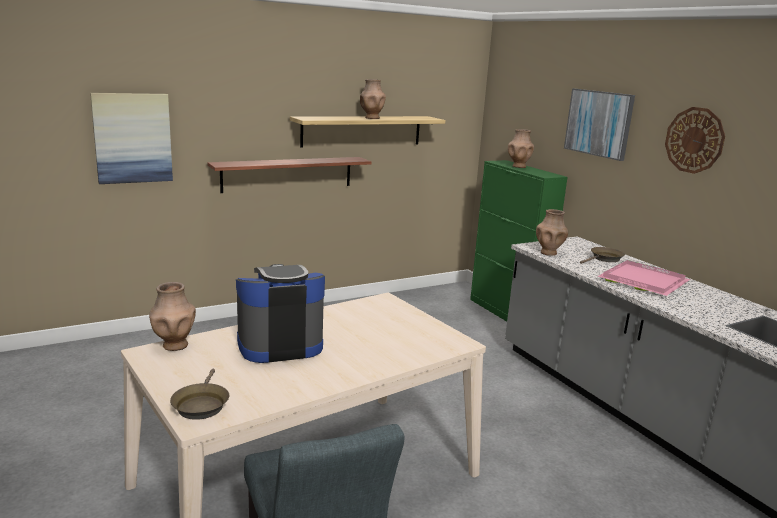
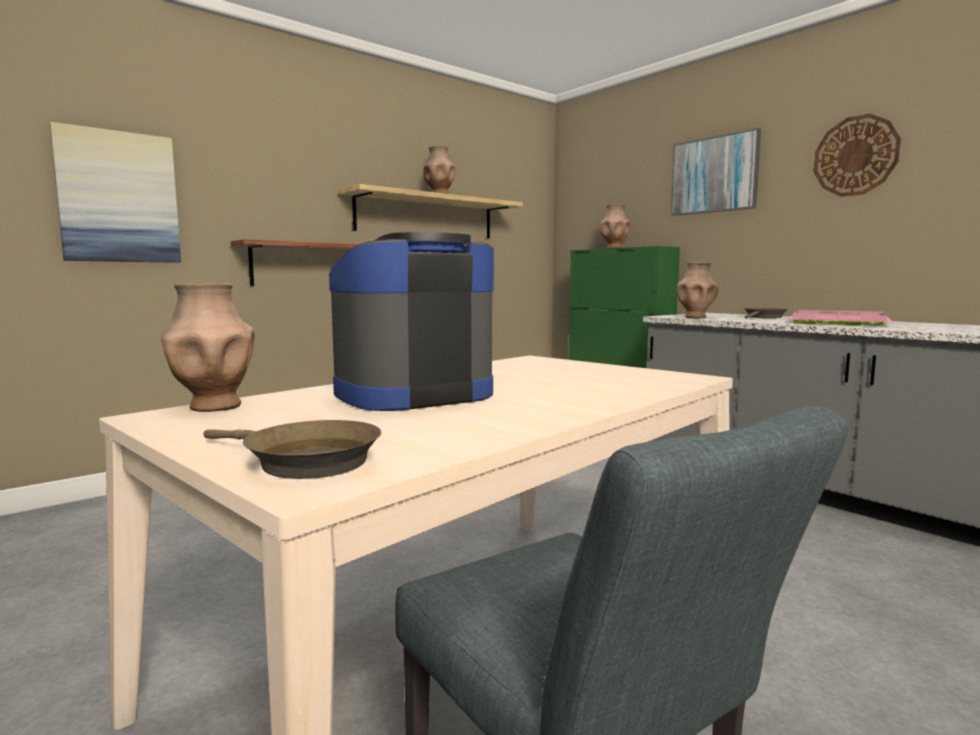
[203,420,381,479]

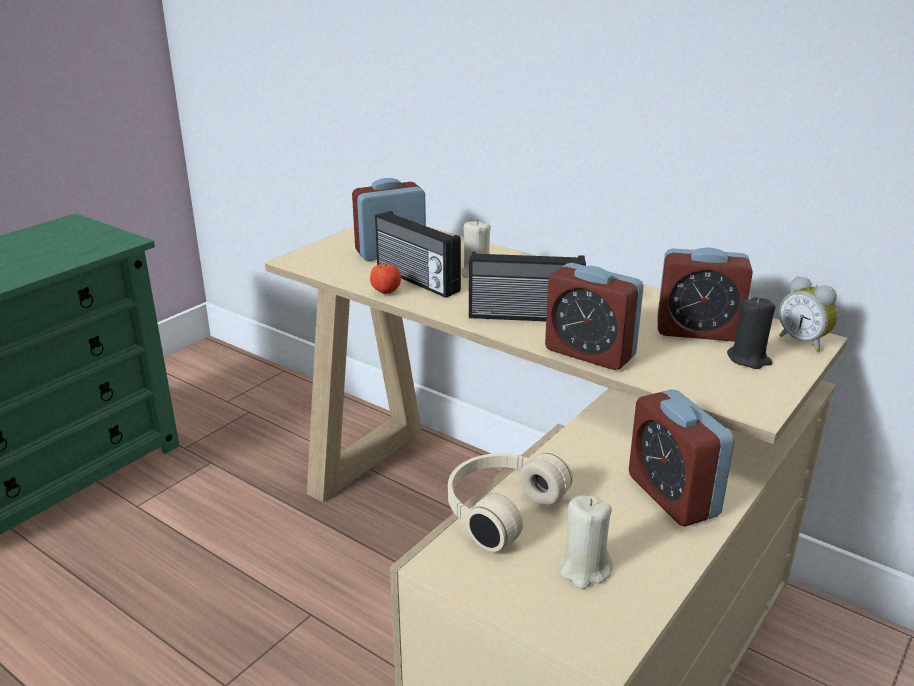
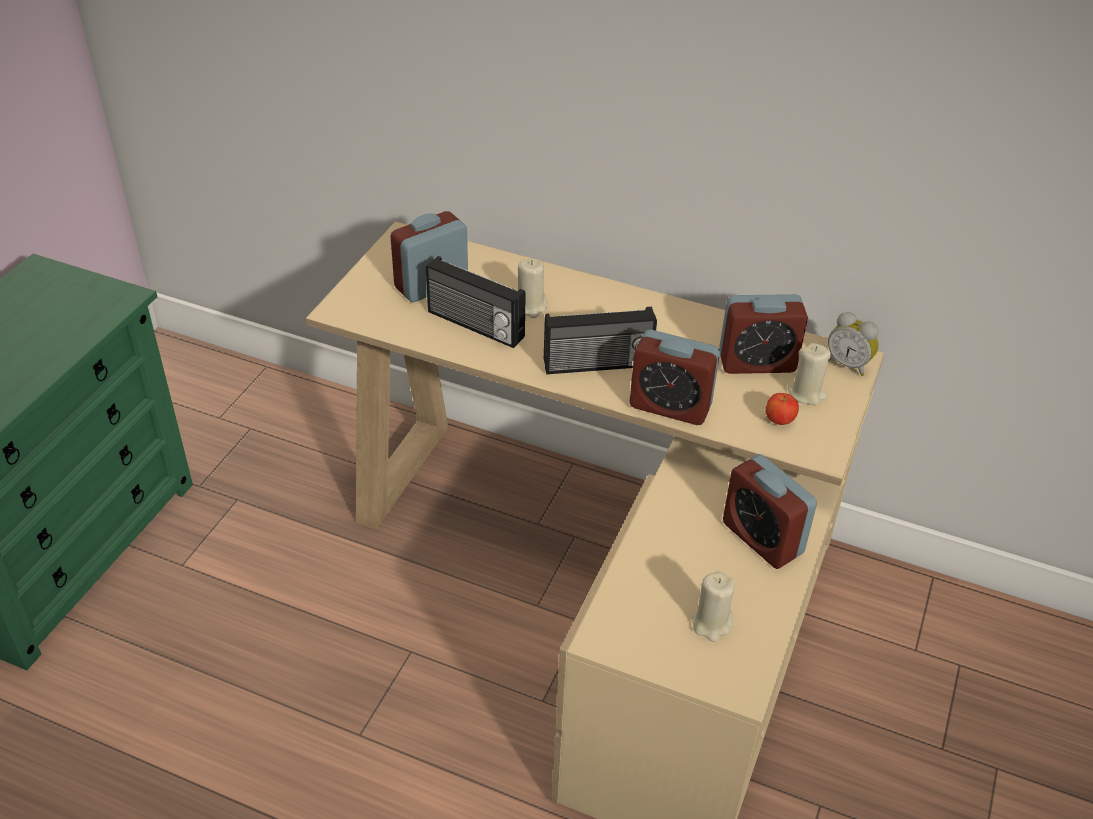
[766,393,799,425]
[788,343,831,405]
[448,452,573,552] (first image)

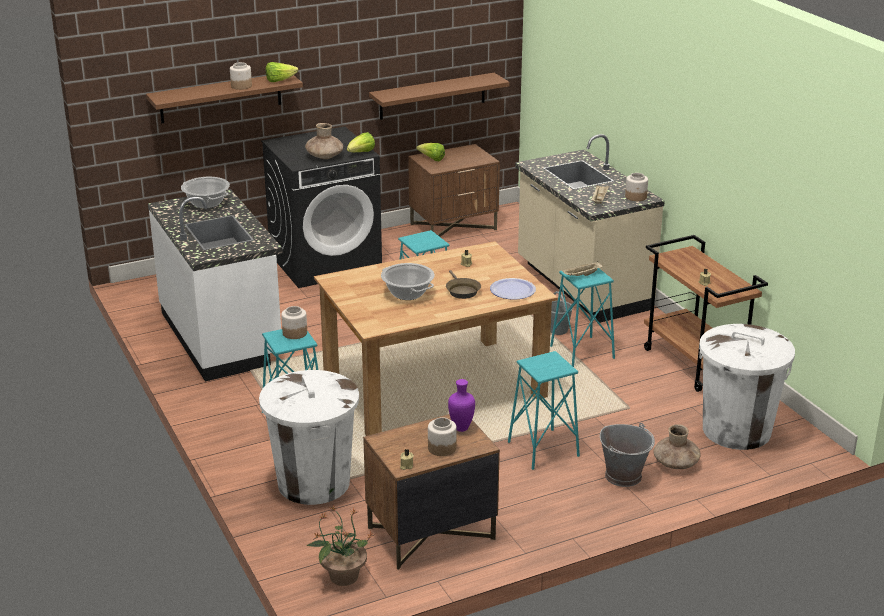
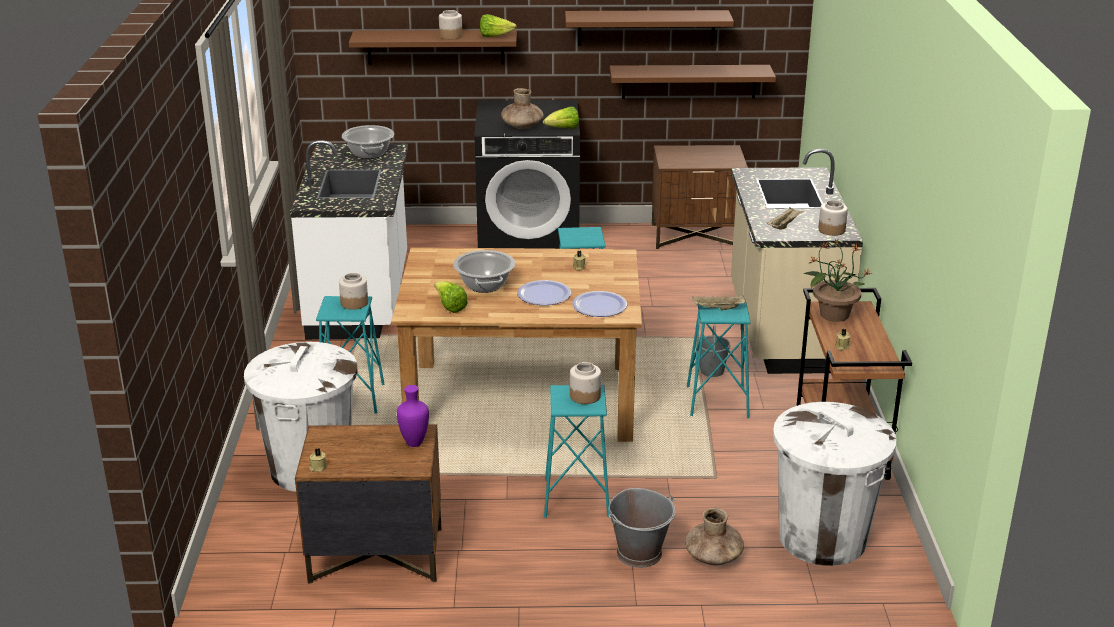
[434,281,468,313]
[517,280,571,305]
[565,10,734,46]
[570,362,601,404]
[804,239,872,322]

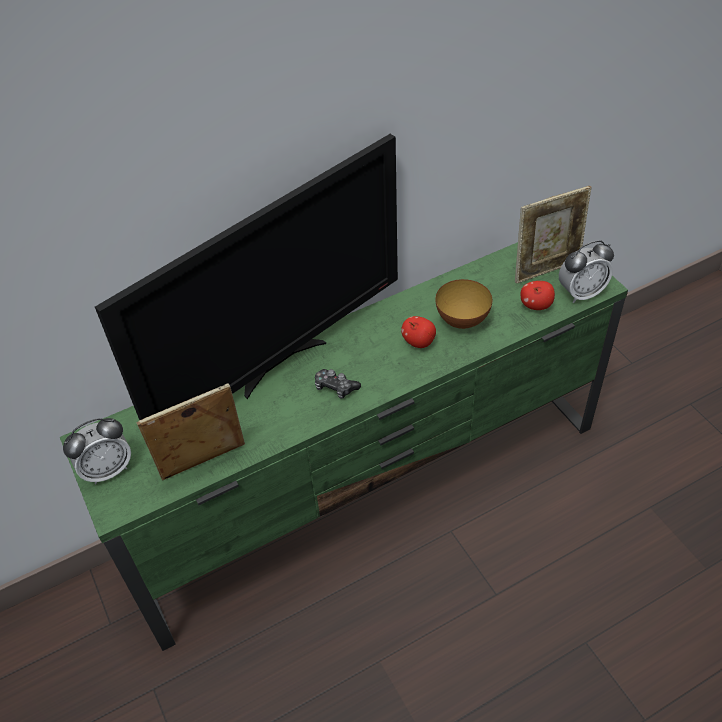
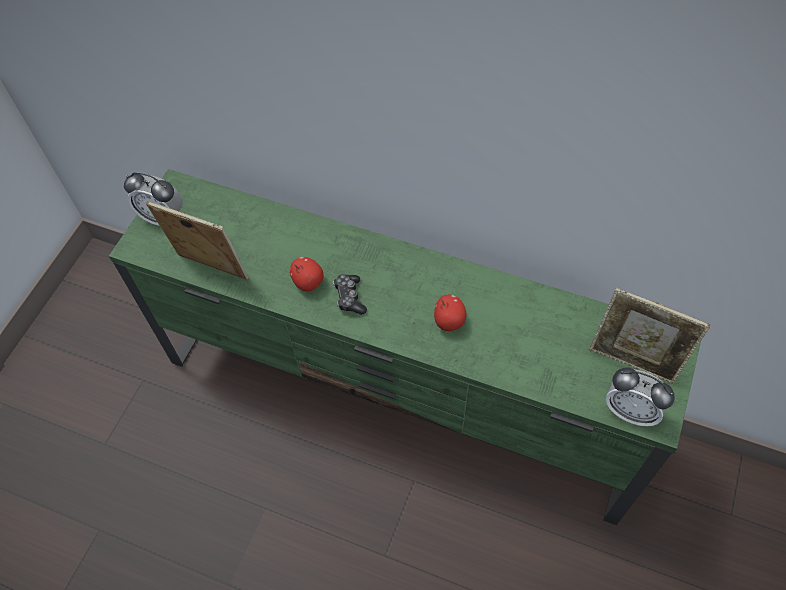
[290,257,324,291]
[95,134,398,420] (first image)
[436,279,492,329] (first image)

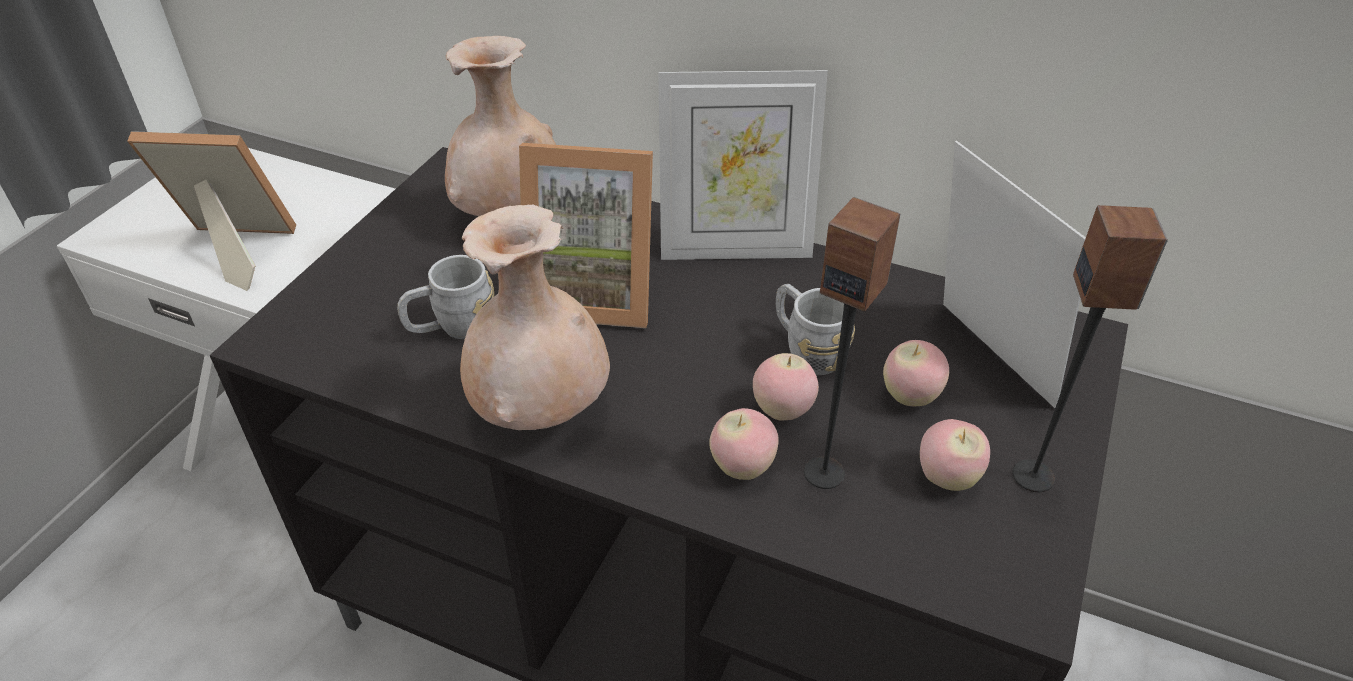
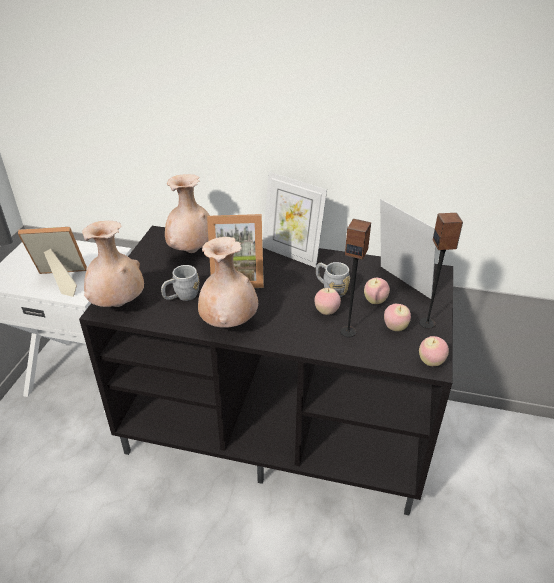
[82,221,144,307]
[263,172,327,268]
[419,336,449,366]

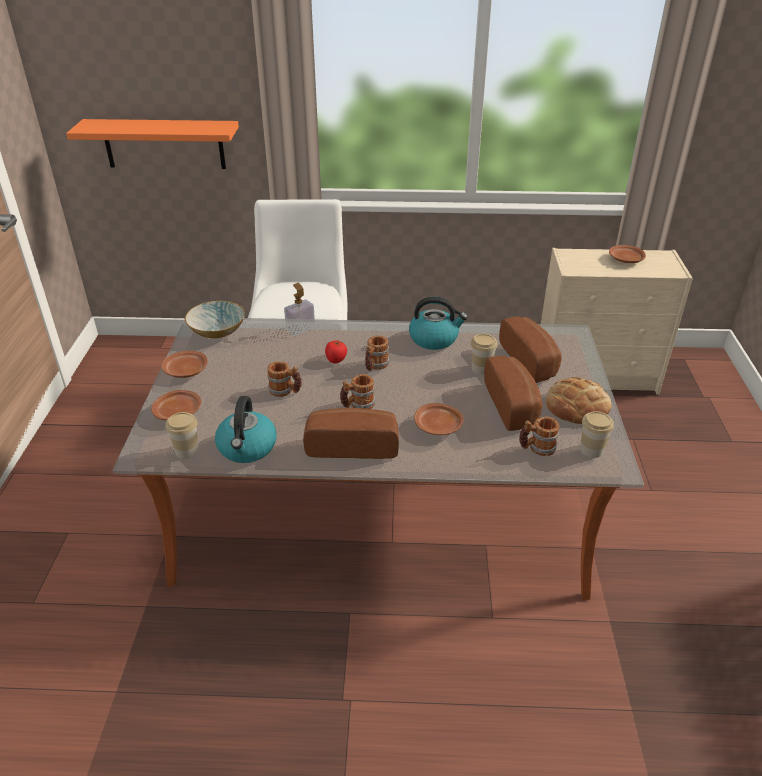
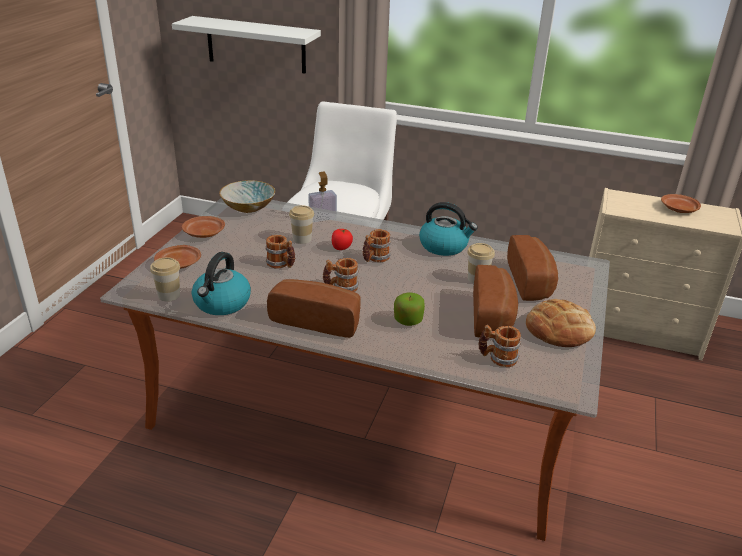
[172,16,321,74]
[289,205,314,244]
[394,293,425,326]

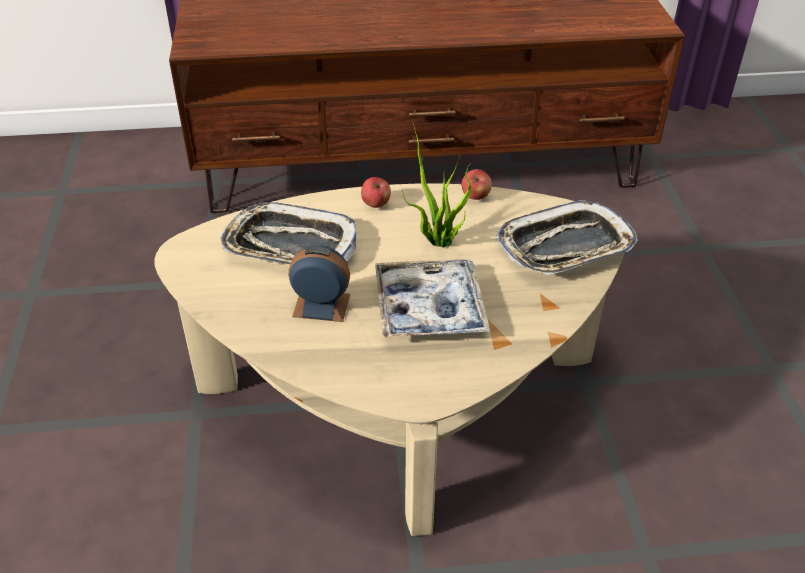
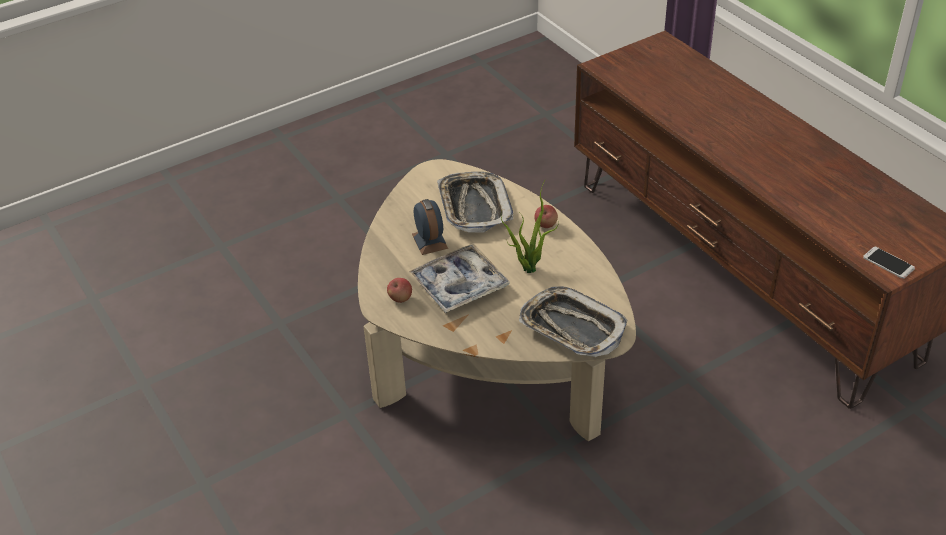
[387,278,412,303]
[863,247,915,279]

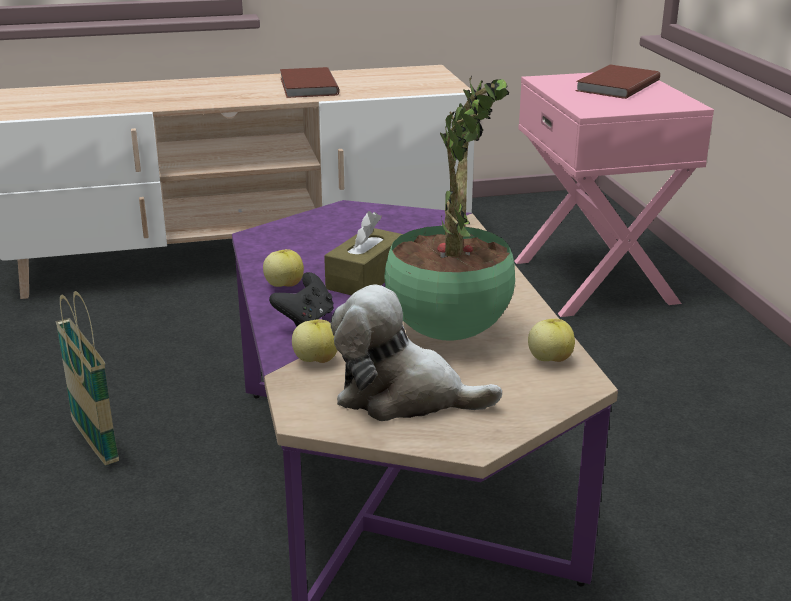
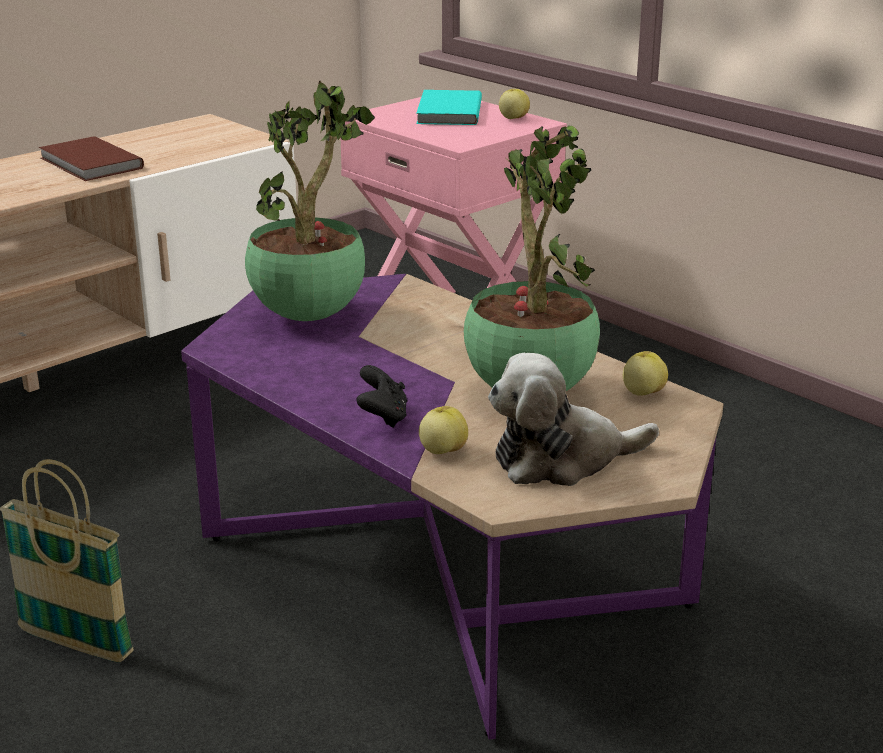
[245,81,375,321]
[416,90,482,125]
[499,89,530,119]
[324,211,403,295] (first image)

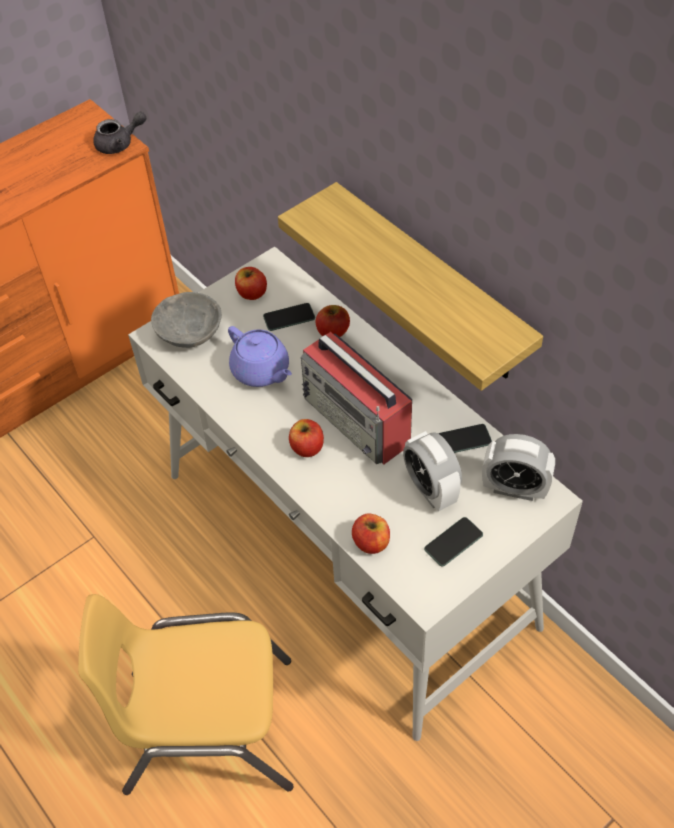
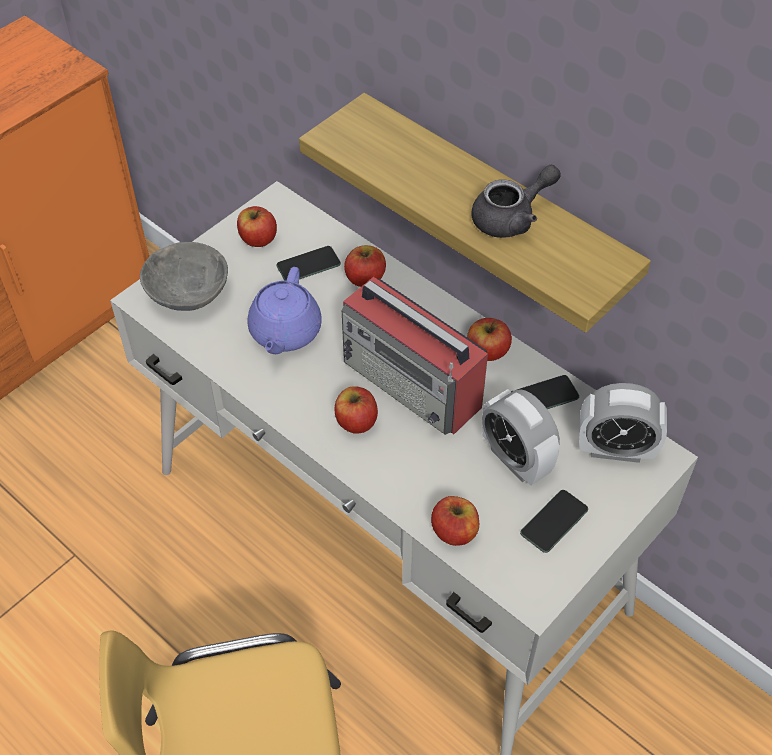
[248,267,322,354]
[467,318,512,361]
[471,165,561,238]

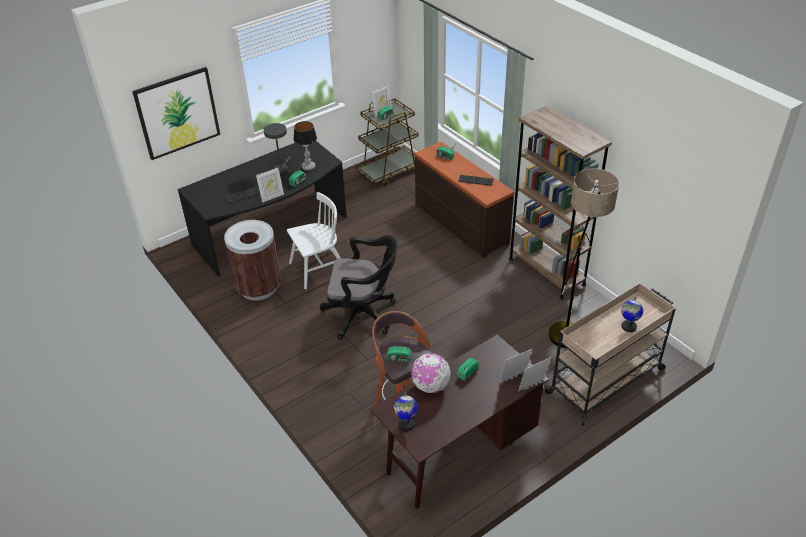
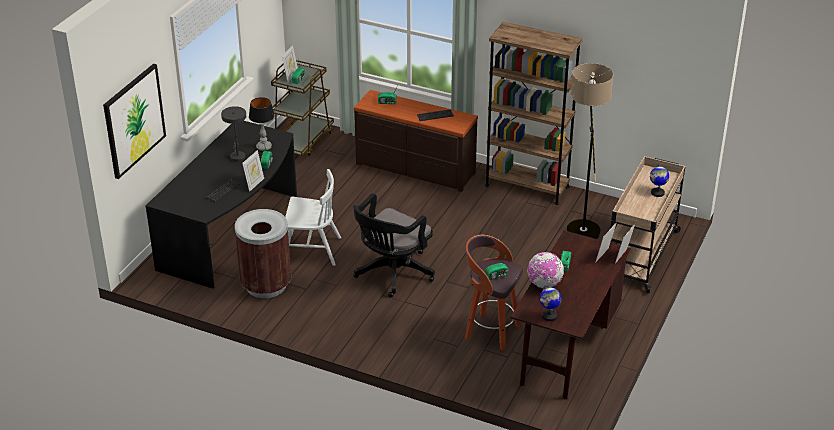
[285,169,341,266]
[353,193,435,298]

